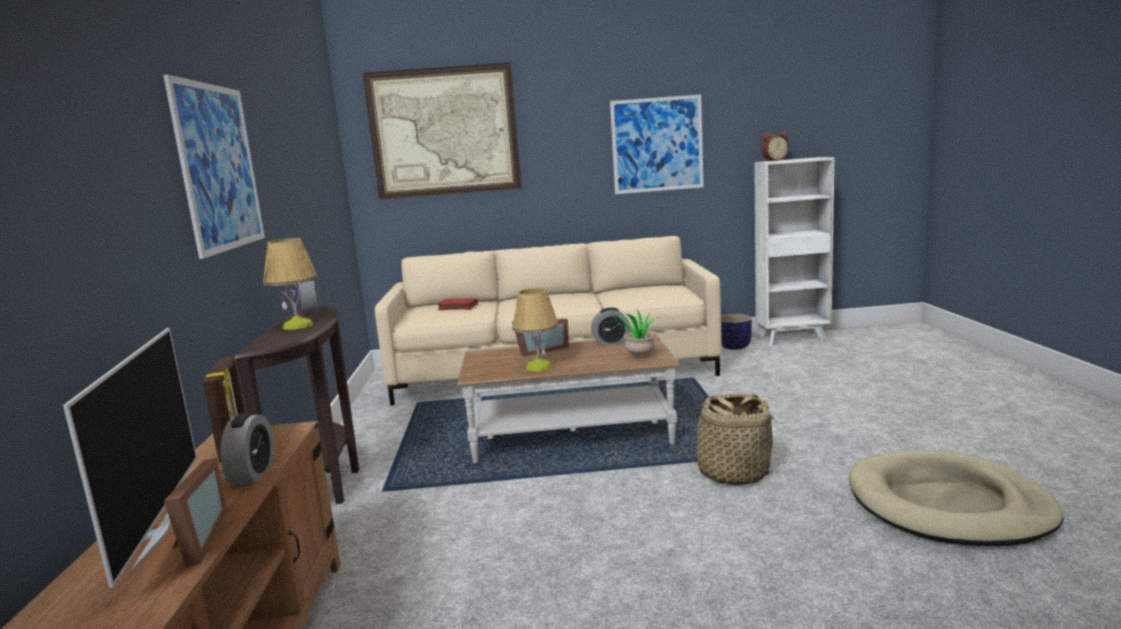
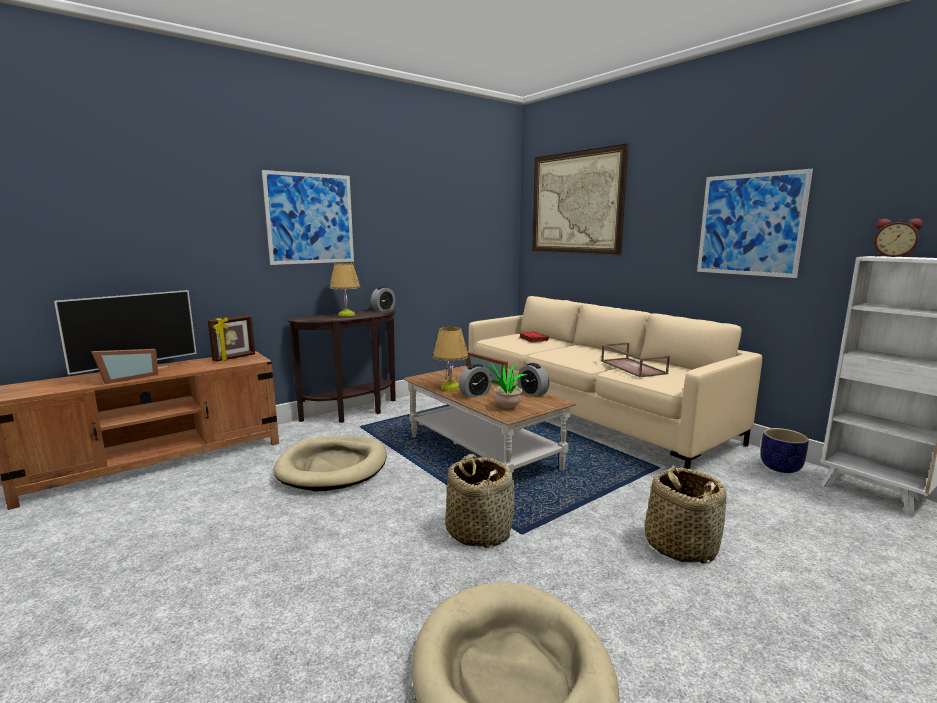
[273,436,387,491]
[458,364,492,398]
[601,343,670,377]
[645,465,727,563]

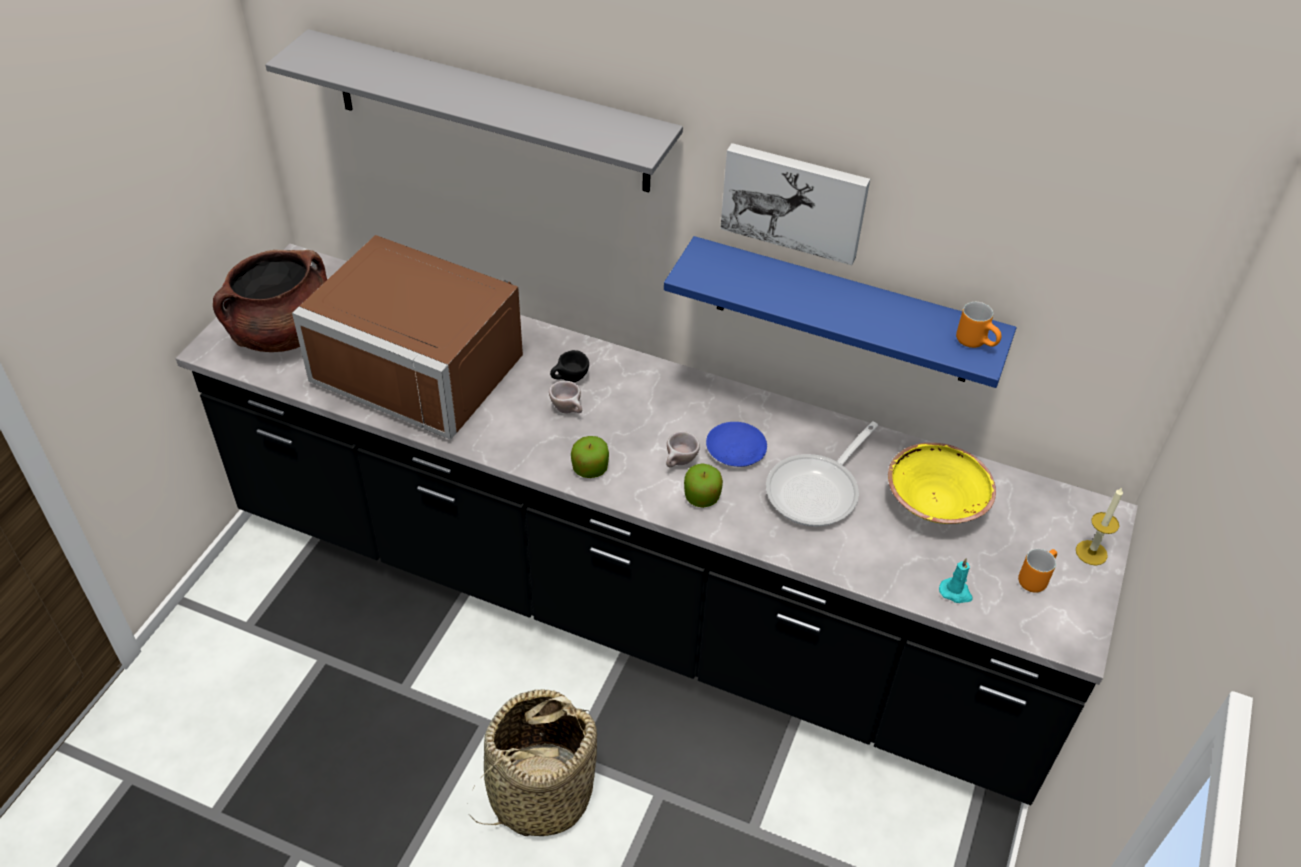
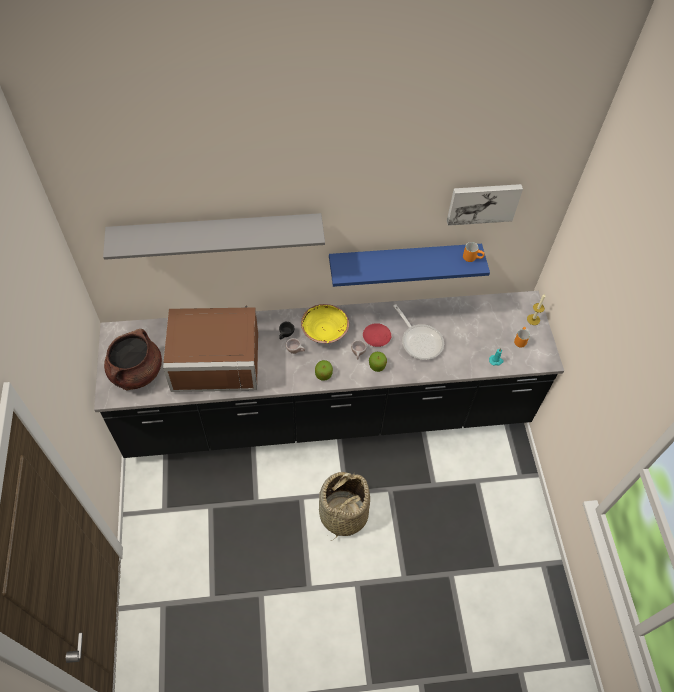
[301,304,349,343]
[363,323,391,347]
[393,304,444,360]
[447,184,523,226]

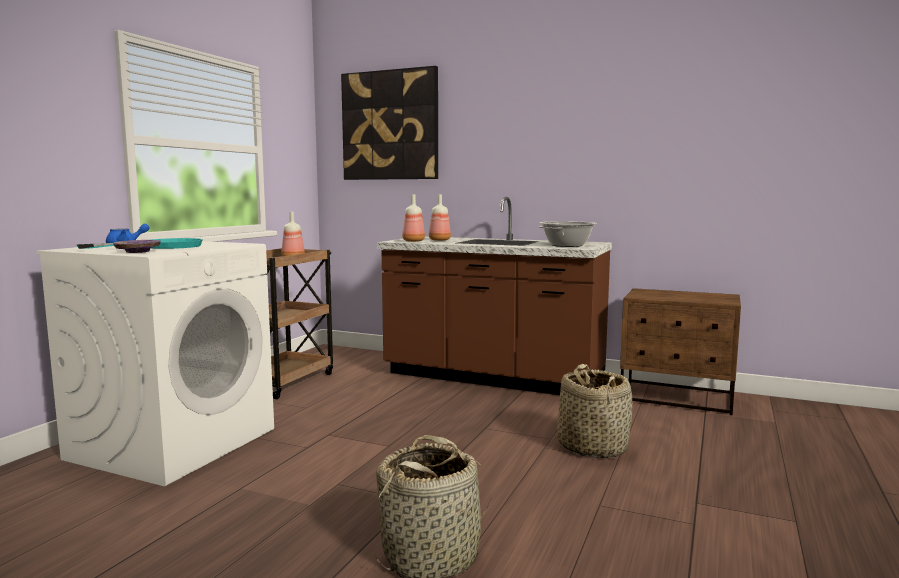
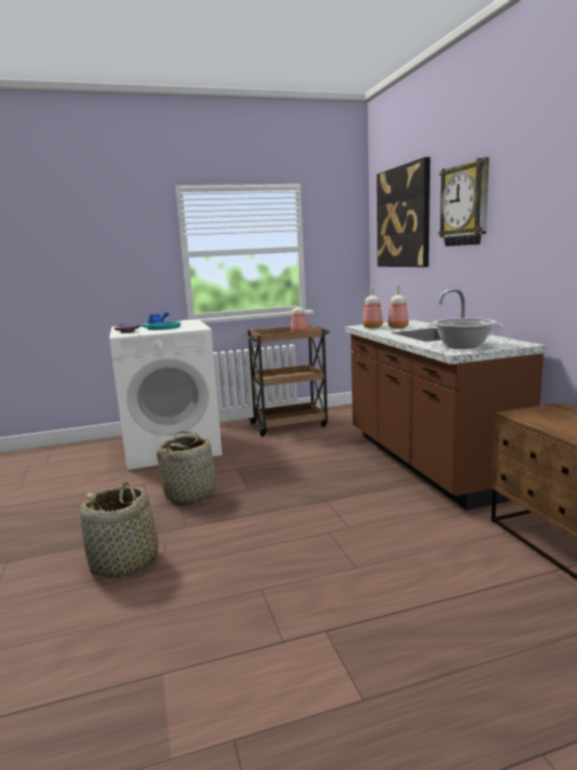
[156,431,219,504]
[438,157,489,246]

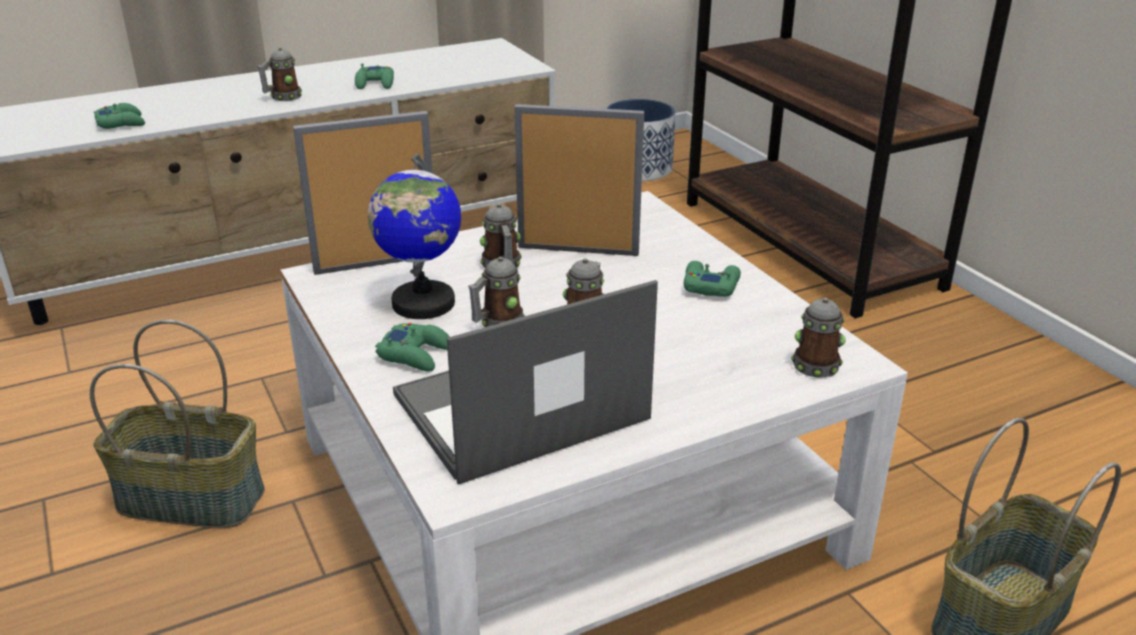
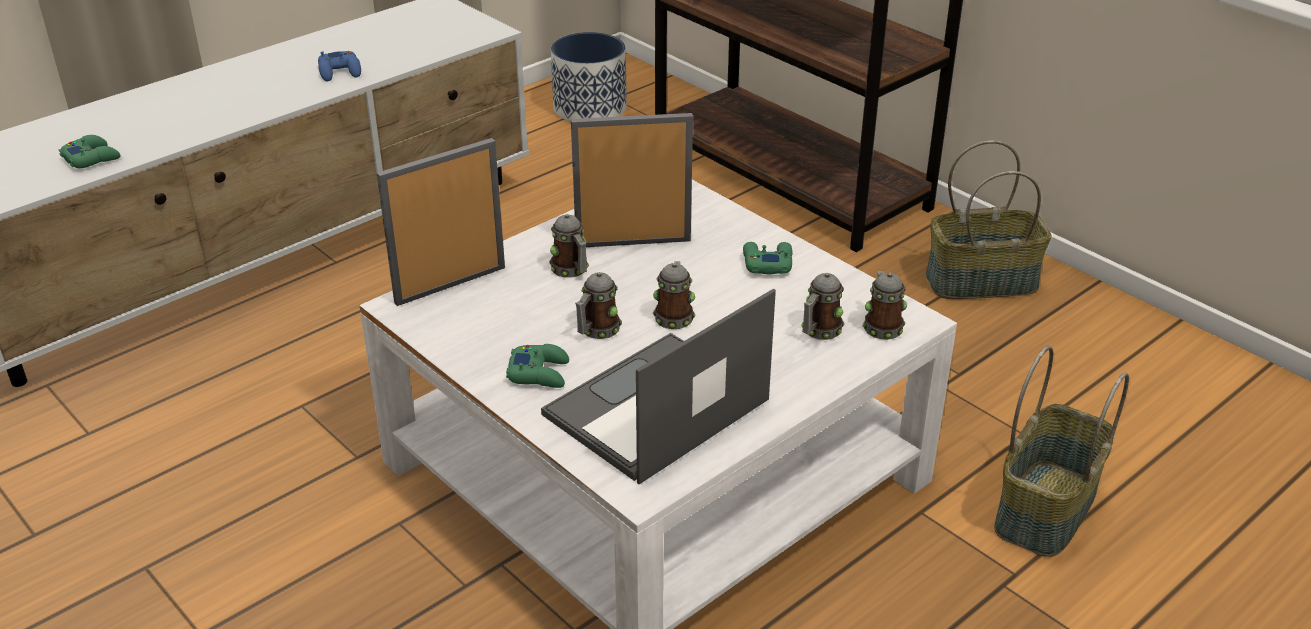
[318,51,361,81]
[801,273,844,340]
[926,140,1052,299]
[368,153,461,319] (first image)

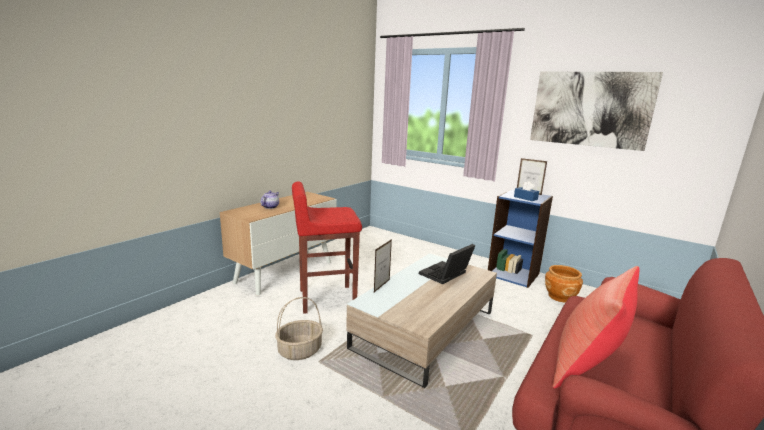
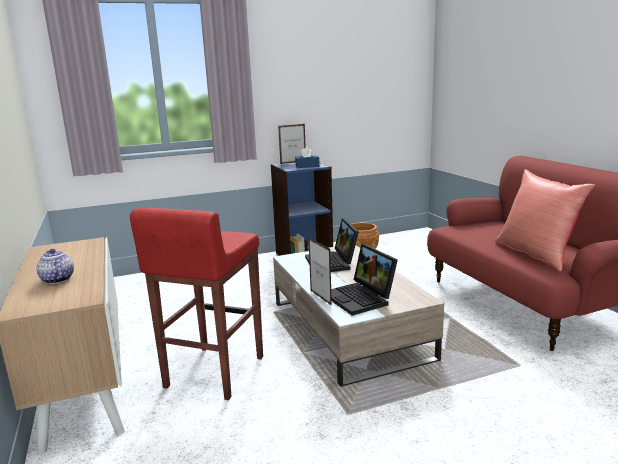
[331,244,398,316]
[275,297,323,360] (first image)
[530,72,663,151] (first image)

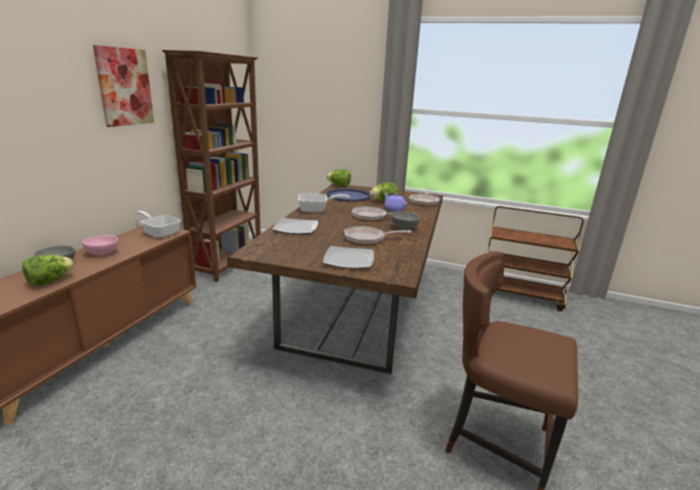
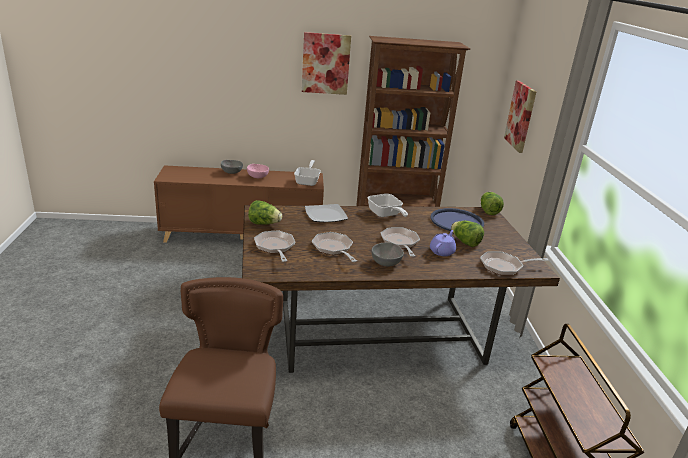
[248,200,282,224]
[254,230,295,262]
[504,80,536,153]

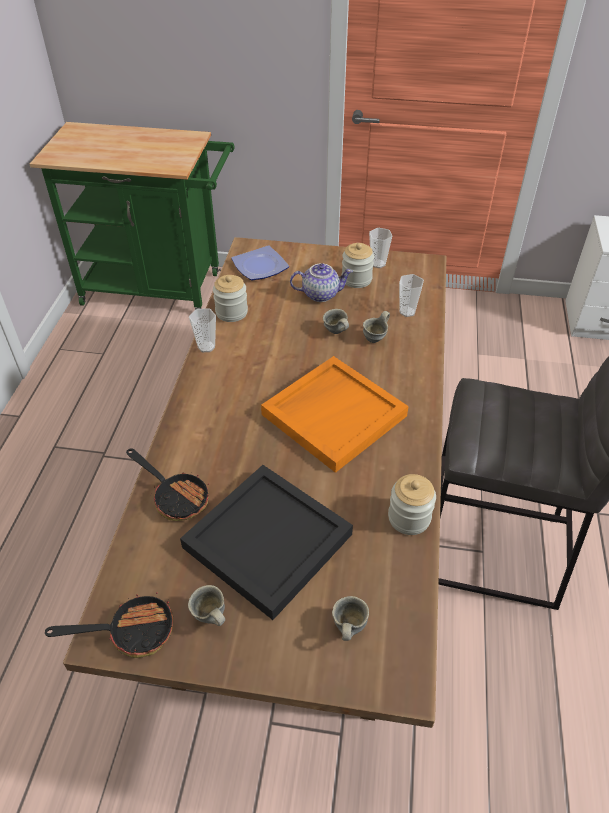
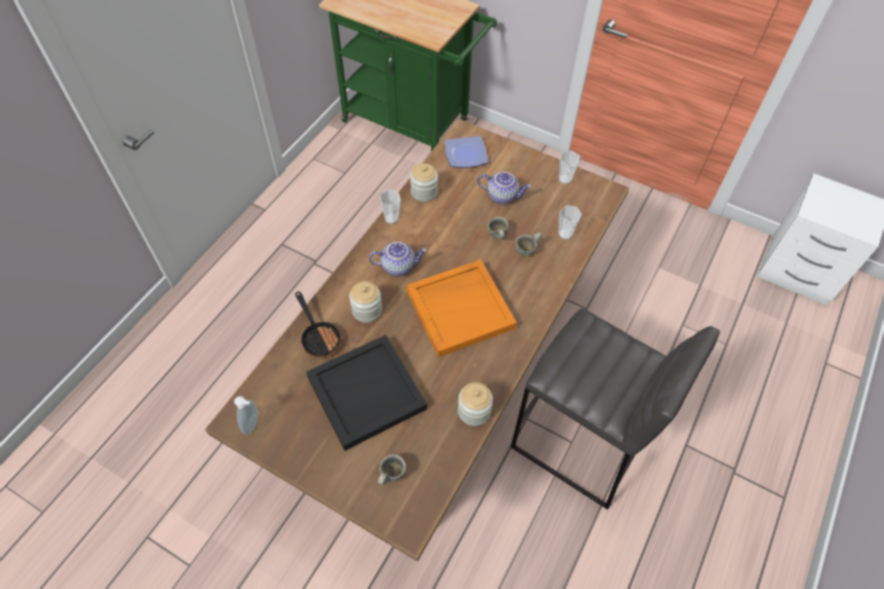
[234,396,258,435]
[349,281,382,323]
[369,242,427,277]
[188,585,225,626] (first image)

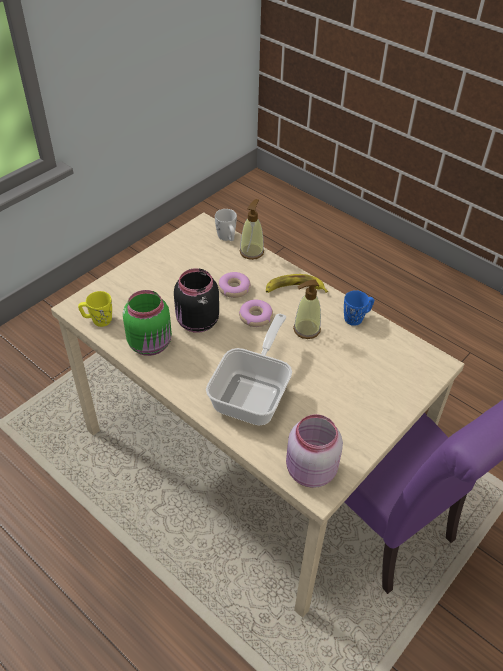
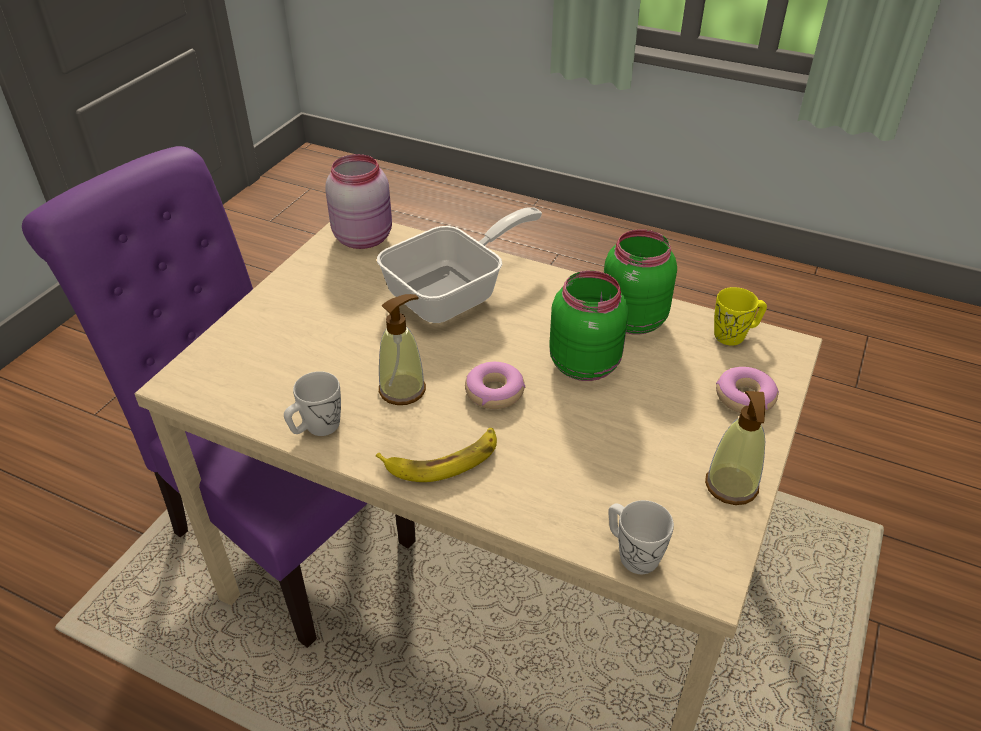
[284,371,341,436]
[377,207,542,323]
[549,271,628,381]
[705,391,765,505]
[716,367,779,413]

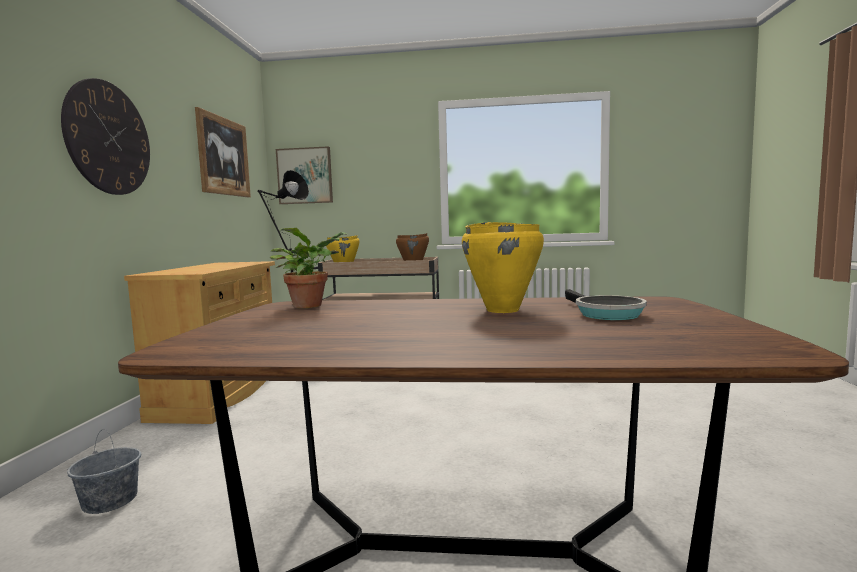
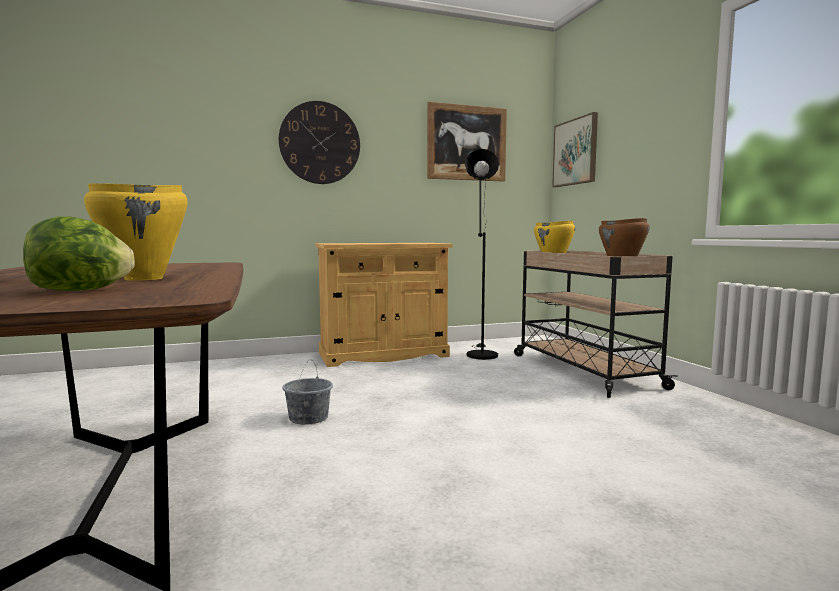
[23,216,135,291]
[282,359,333,425]
[270,228,348,308] (first image)

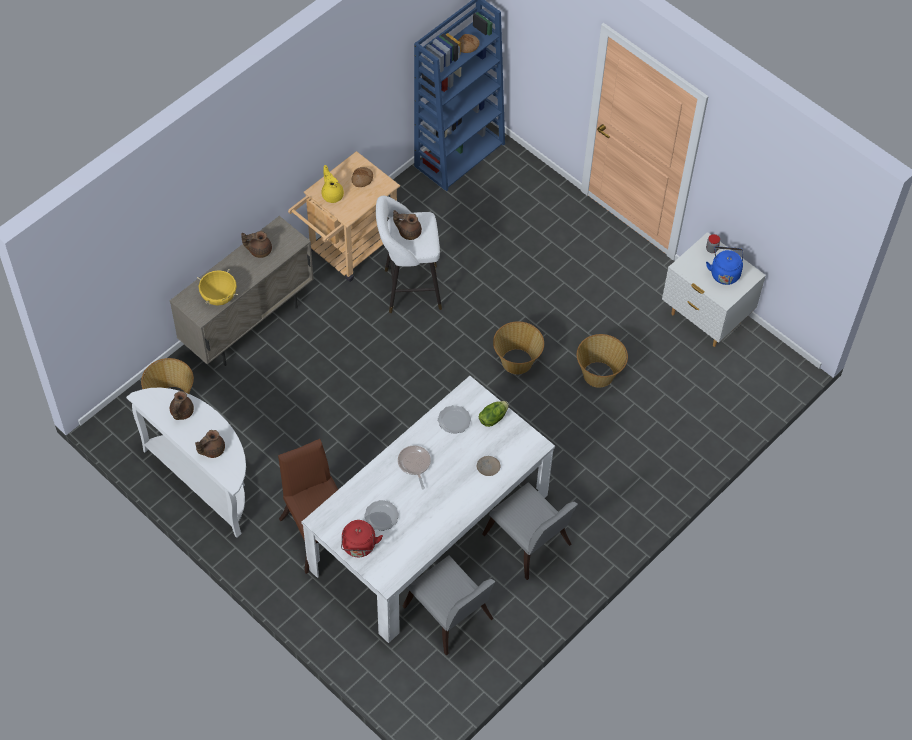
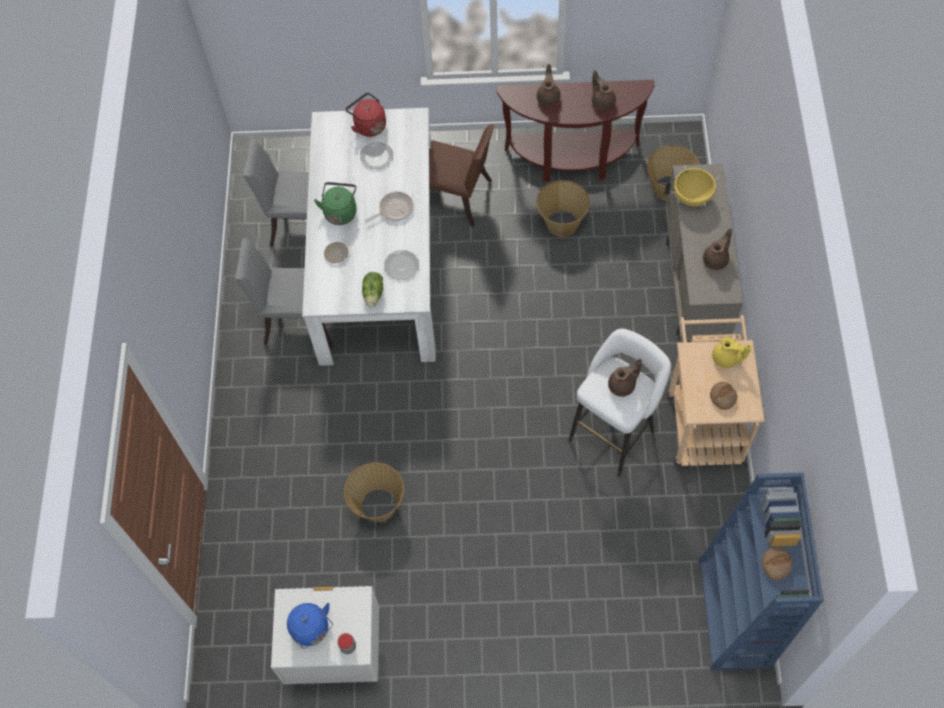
[314,182,357,225]
[365,192,414,223]
[497,80,655,182]
[536,180,590,237]

